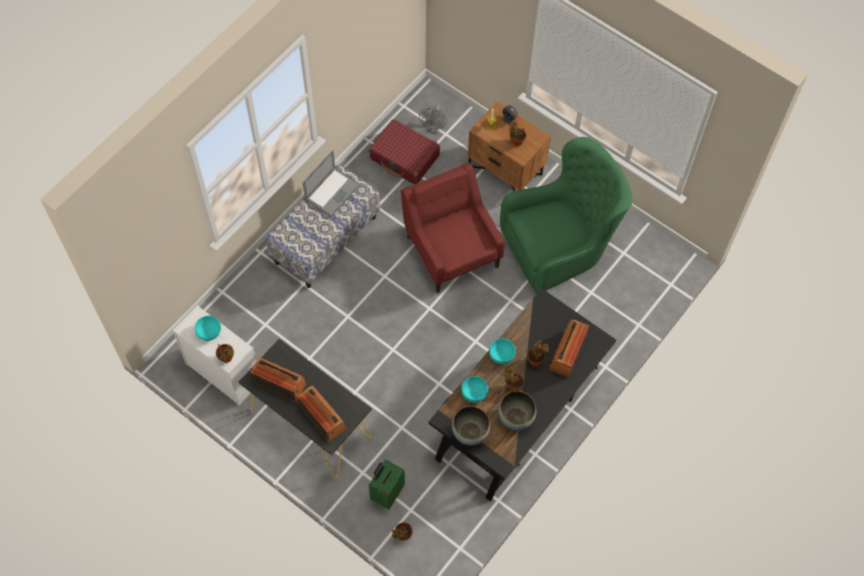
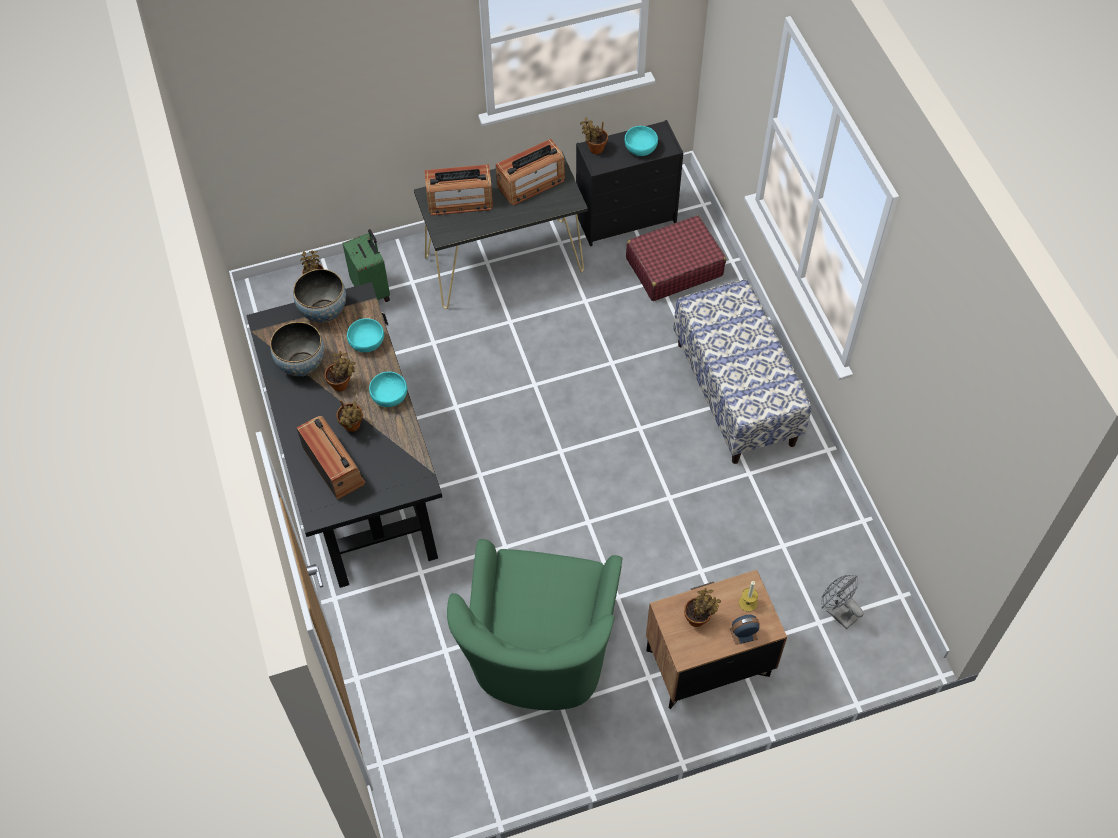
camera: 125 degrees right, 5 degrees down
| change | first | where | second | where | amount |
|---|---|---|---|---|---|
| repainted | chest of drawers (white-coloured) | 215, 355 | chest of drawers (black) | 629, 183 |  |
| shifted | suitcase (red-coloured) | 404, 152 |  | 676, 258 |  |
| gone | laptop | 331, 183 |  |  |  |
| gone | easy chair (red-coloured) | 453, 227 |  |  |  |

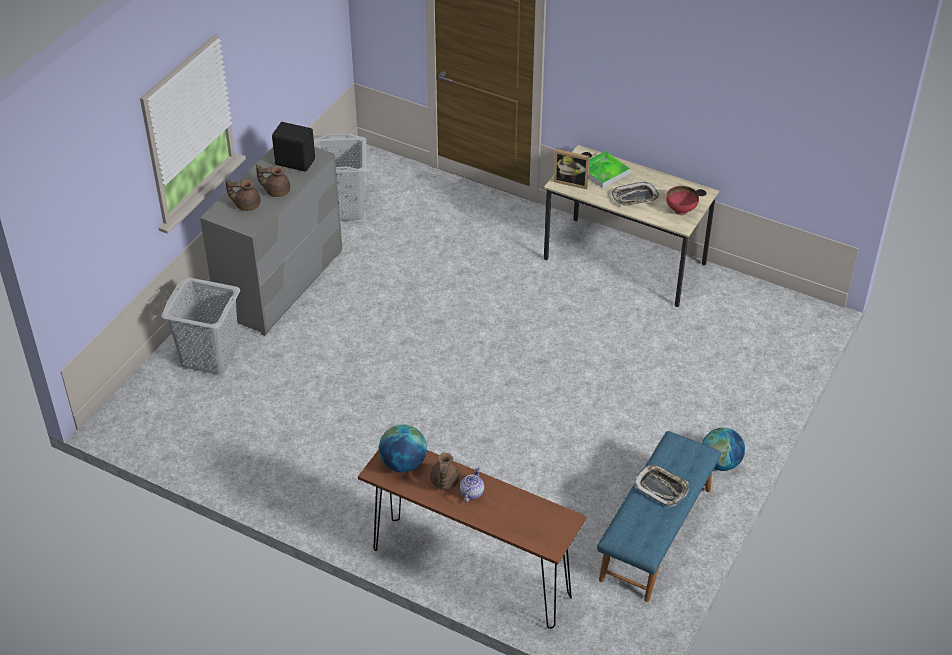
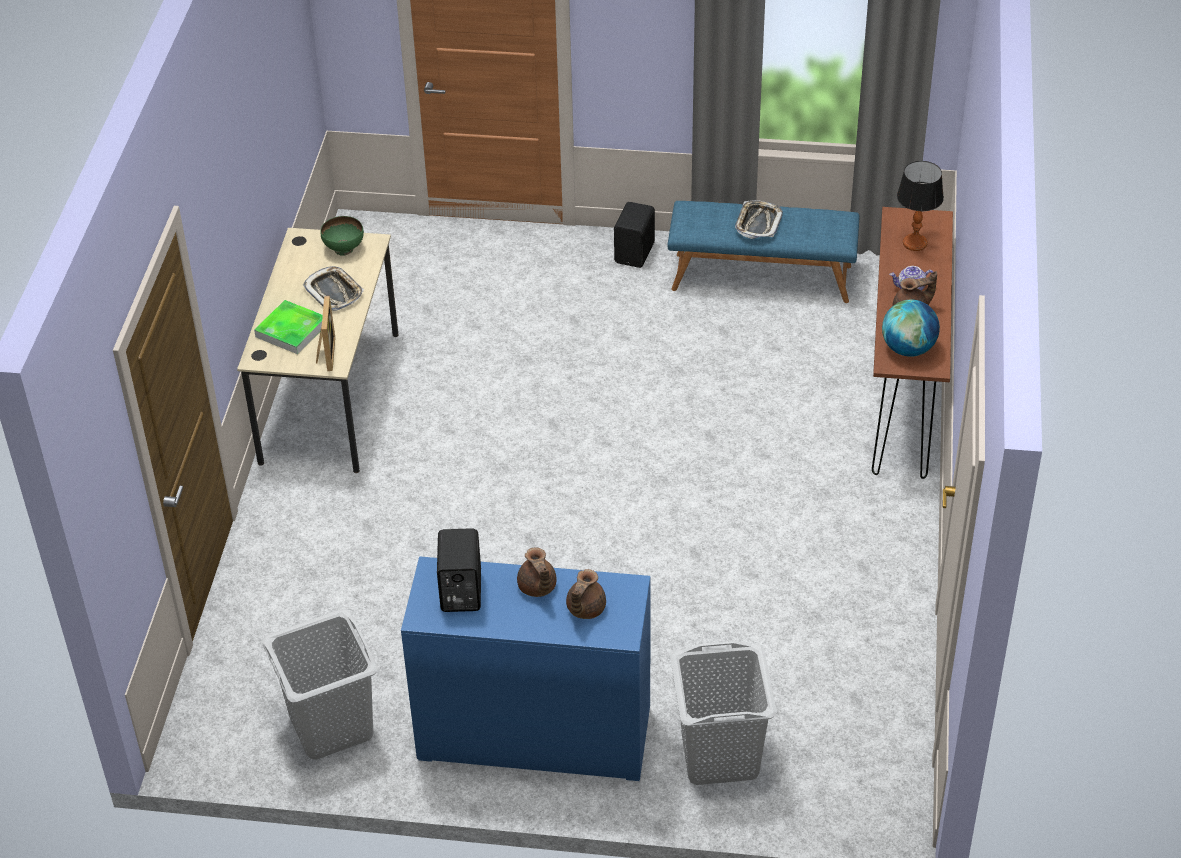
camera: 110 degrees left, 0 degrees up
| change | first | where | second | where | amount |
|---|---|---|---|---|---|
| repainted | bowl (red-coloured) | 682, 200 | bowl (green) | 342, 236 |  |
| repainted | chest of drawers (grey) | 271, 241 | chest of drawers (bluish) | 525, 668 |  |
| rotated | pot for tea (brown) | 242, 195 |  | 586, 594 | 45 degrees clockwise |
| swapped | world globe | 723, 449 | loudspeaker (black) | 634, 235 |  |
| new |  |  | lamp for a table | 920, 206 |  |

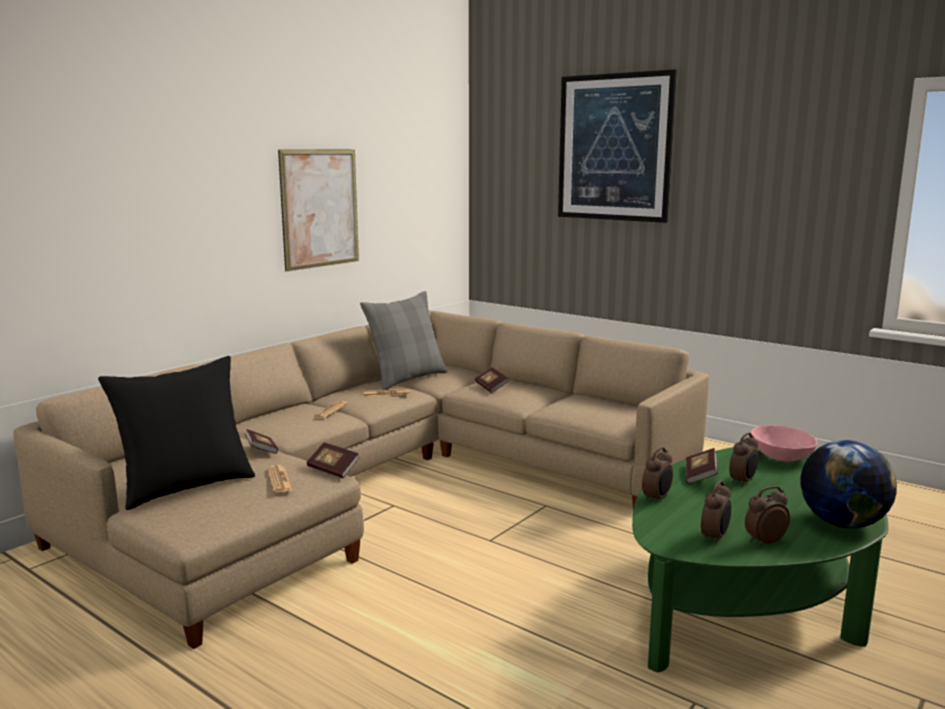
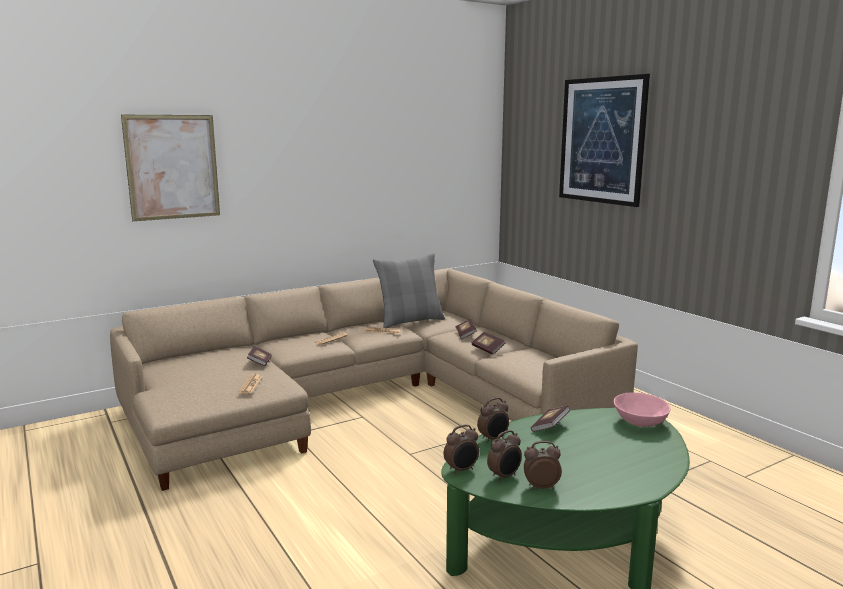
camera: 20 degrees right, 0 degrees up
| change | first | where | second | where | amount |
|---|---|---|---|---|---|
| shifted | picture | 318, 210 |  | 170, 168 |  |
| shifted | alarm clock | 744, 459 |  | 461, 449 |  |
| shifted | bound book | 333, 460 |  | 488, 343 |  |
| gone | pillow (black) | 176, 433 |  |  |  |
| gone | world globe | 848, 484 |  |  |  |

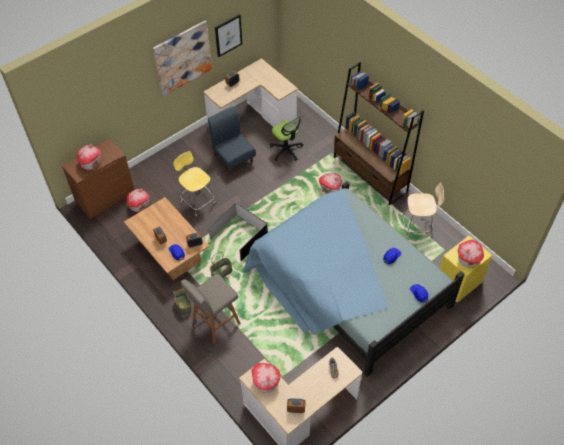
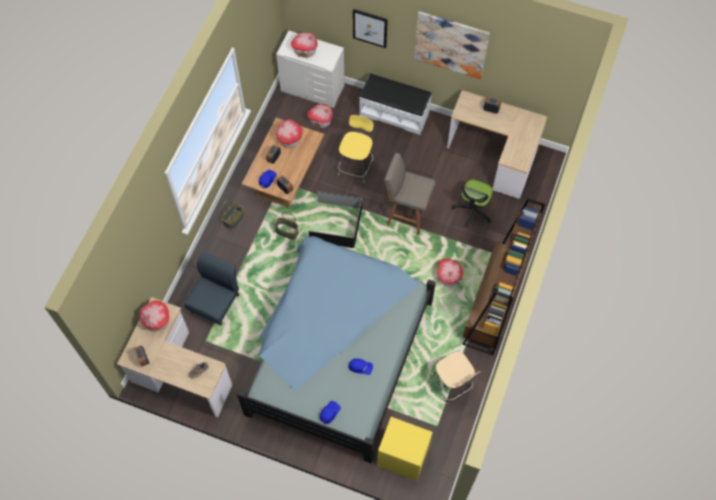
camera: 60 degrees right, 10 degrees up
| change | first | where | second | where | amount |
|---|---|---|---|---|---|
| shifted | chair (bluish) | 232, 140 |  | 211, 288 |  |
| repainted | chest of drawers (brown) | 98, 179 | chest of drawers (white-coloured) | 310, 69 |  |
| shifted | toy house | 470, 254 |  | 289, 133 |  |
| shifted | picture | 228, 35 |  | 370, 28 |  |
| new |  |  | indoor bench (white-coloured) | 395, 104 |  |
| shifted | sitting stool (grey) | 210, 308 |  | 410, 194 |  |

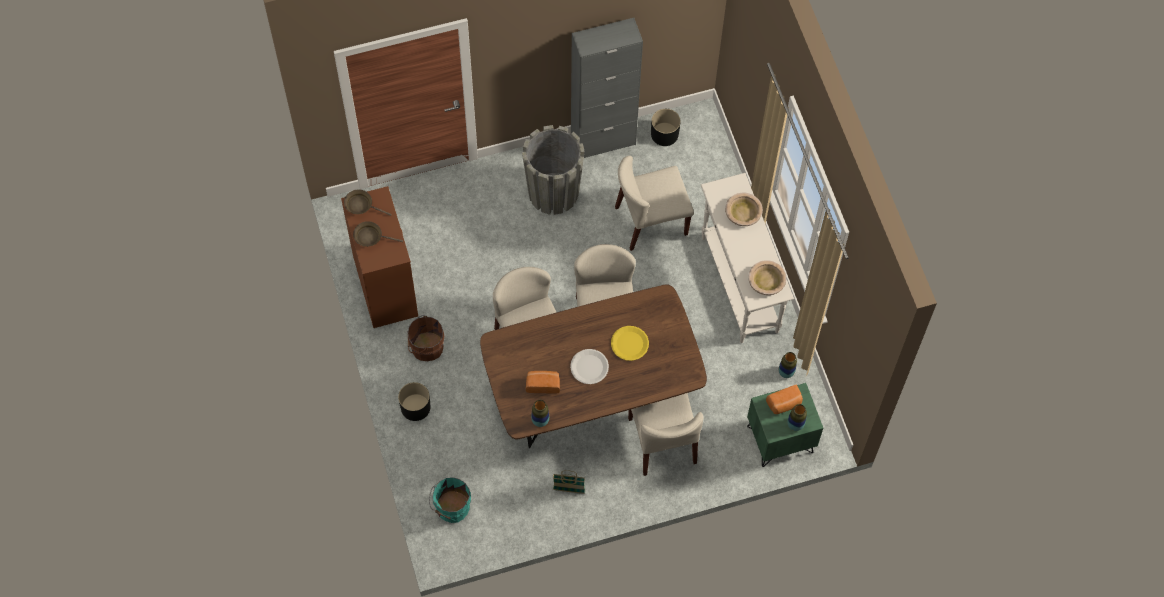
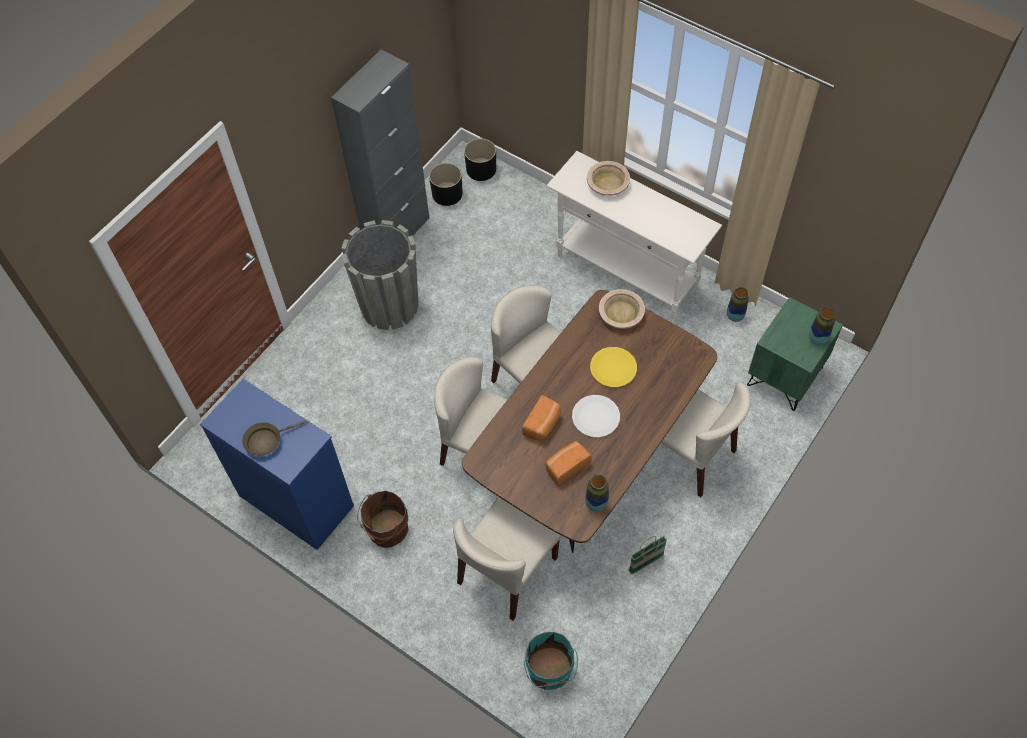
camera: 35 degrees left, 5 degrees down
| change | first | where | second | where | amount |
|---|---|---|---|---|---|
| repainted | chest of drawers (brown) | 379, 257 | chest of drawers (bluish) | 277, 464 |  |
| shifted | chair (beige) | 654, 203 |  | 507, 558 |  |
| shifted | planter (black) | 414, 401 |  | 480, 159 |  |
| shifted | bakery bread | 784, 399 |  | 541, 418 |  |
| shifted | bowl (beige) | 767, 277 |  | 622, 309 |  |
| gone | frying pan (brown) | 368, 203 |  |  |  |

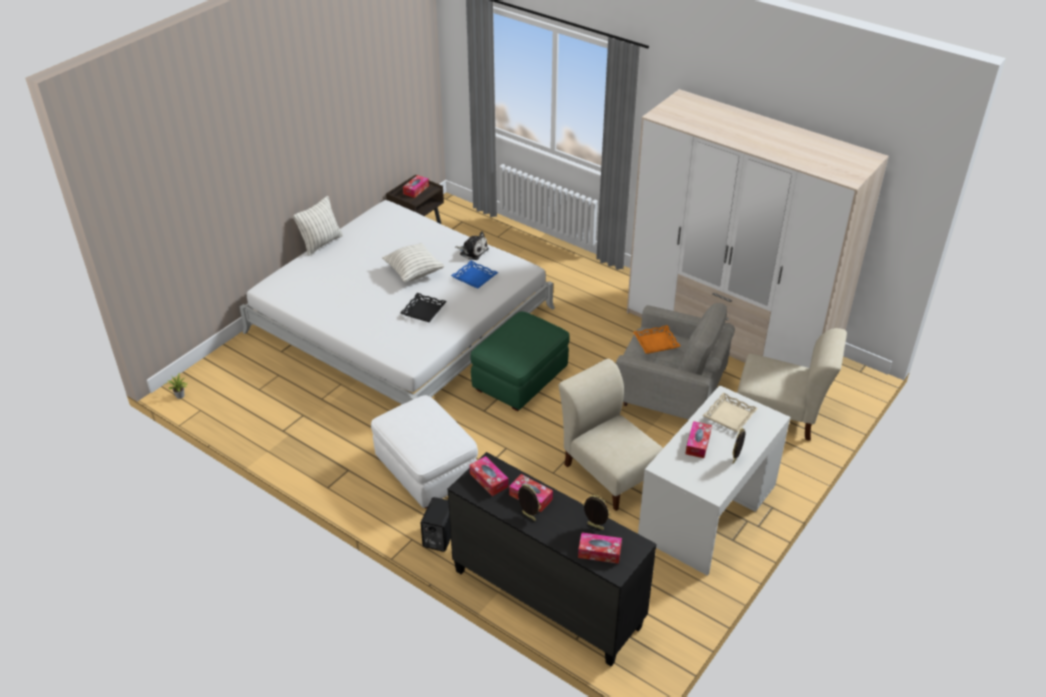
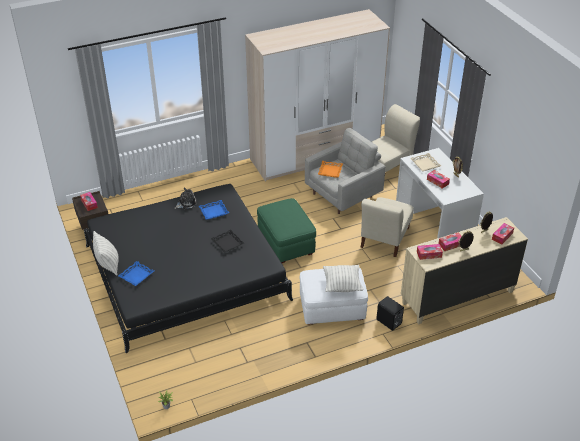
camera: 60 degrees left, 0 degrees up
| change | first | where | second | where | amount |
|---|---|---|---|---|---|
| repainted | bedroom bed (white-coloured) | 397, 302 | bedroom bed (black) | 188, 268 |  |
| new |  |  | carrying tray (bluish) | 136, 273 |  |
| shifted | pillow | 413, 262 |  | 343, 278 |  |
| rotated | chair (beige) | 610, 435 |  | 387, 227 | 60 degrees counterclockwise |
| repainted | chest of drawers (black) | 552, 559 | chest of drawers (beige) | 464, 270 |  |

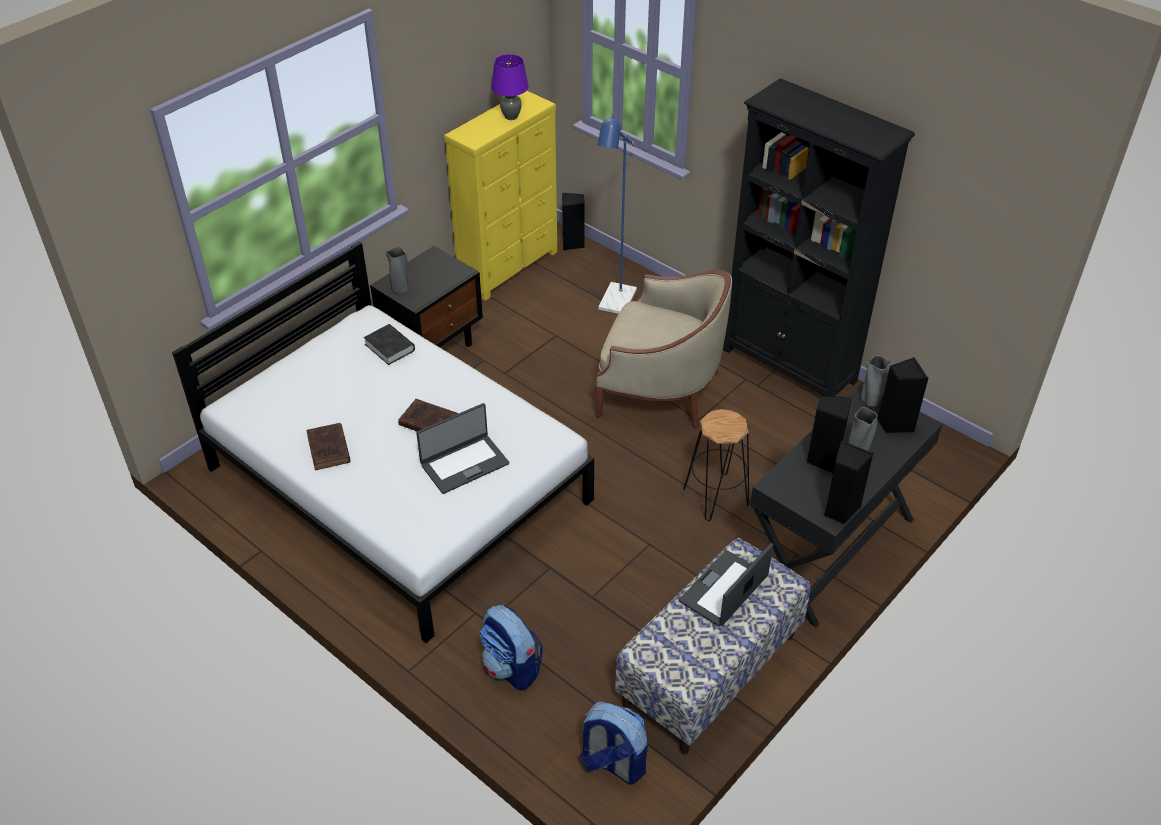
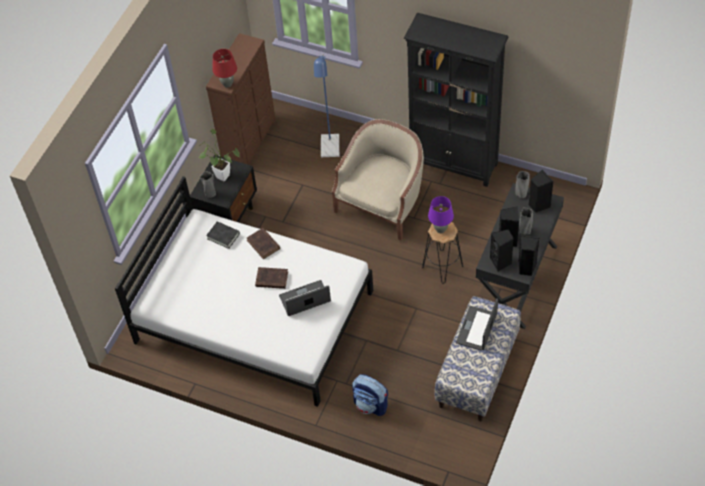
camera: 15 degrees left, 10 degrees up
| change | first | where | second | where | amount |
|---|---|---|---|---|---|
| new |  |  | plant in a pot | 219, 155 |  |
| repainted | chest of drawers (yellowish) | 500, 196 | chest of drawers (brown) | 241, 99 |  |
| new |  |  | lamp for a table (red-coloured) | 224, 68 |  |
| shifted | bound book (brown) | 328, 446 |  | 263, 243 |  |
| rotated | laptop | 462, 448 |  | 305, 298 | 150 degrees counterclockwise |
| rotated | easy chair (beige) | 663, 349 |  | 378, 180 | 60 degrees counterclockwise |
| shifted | lamp for a table (purple) | 509, 87 |  | 441, 214 |  |
| shifted | loudspeaker (black) | 573, 222 |  | 502, 250 |  |
| gone | knapsack | 614, 743 |  |  |  |

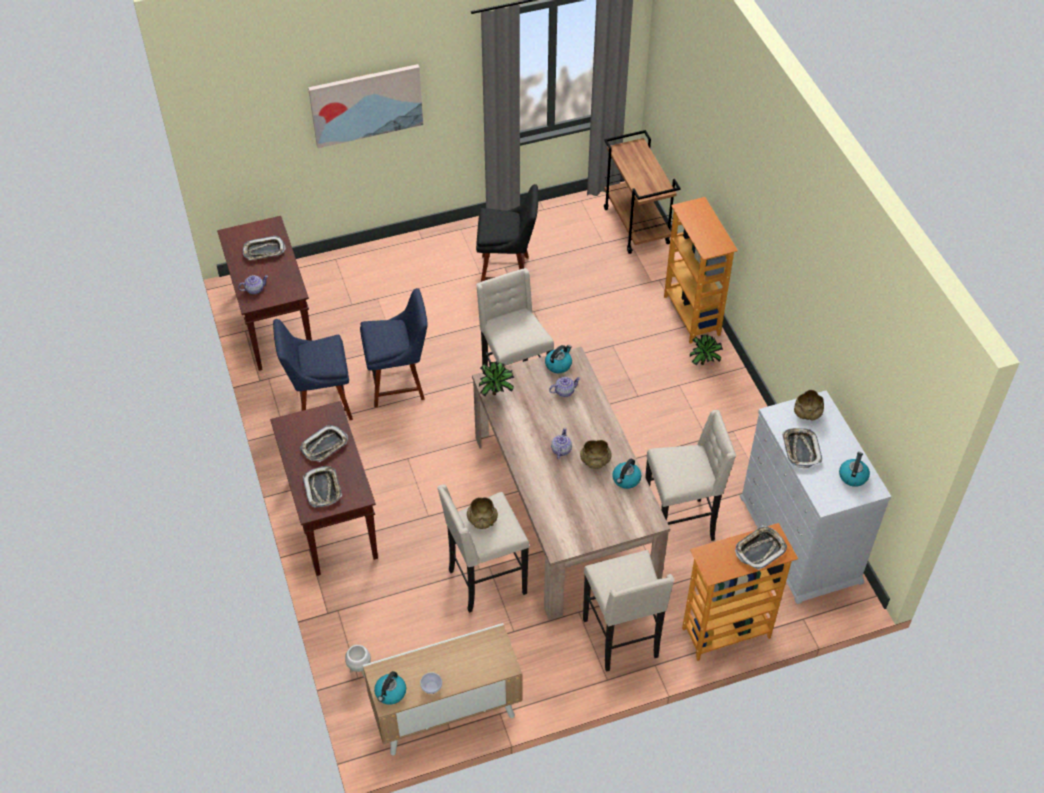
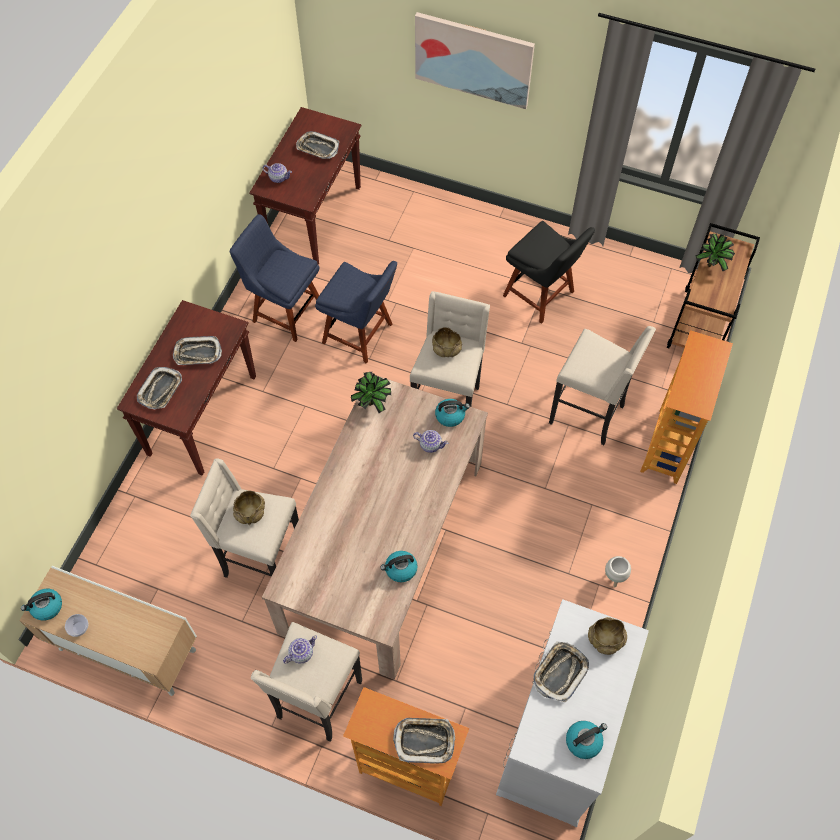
camera: 40 degrees right, 10 degrees up
| change | first | where | second | where | amount |
|---|---|---|---|---|---|
| shifted | pot for tea | 561, 443 |  | 300, 649 |  |
| shifted | bowl (beige) | 595, 454 |  | 447, 342 |  |
| shifted | sitting stool (beige) | 690, 475 |  | 602, 385 |  |
| shifted | planter (white-coloured) | 358, 661 |  | 618, 571 |  |
| shifted | plant in a pot | 706, 350 |  | 715, 252 |  |

